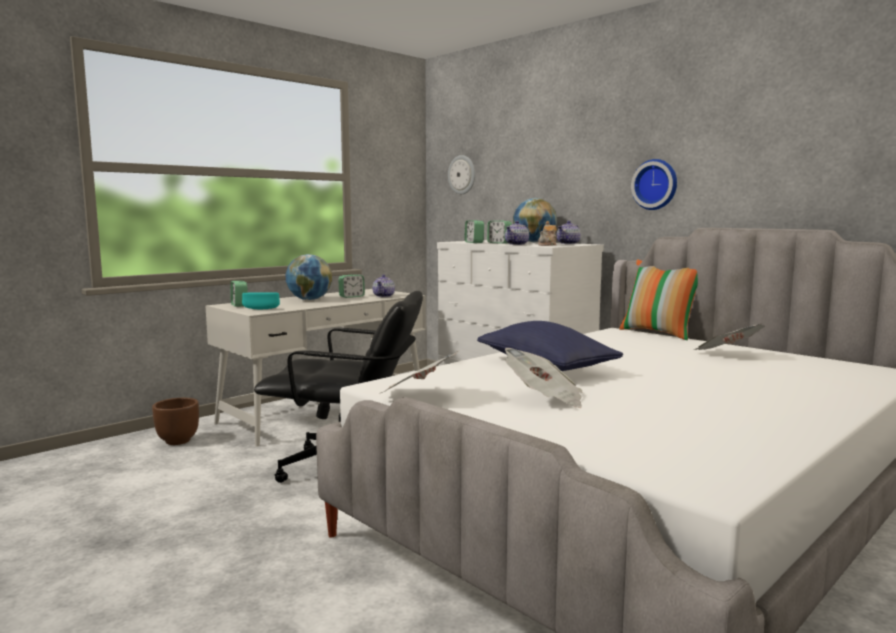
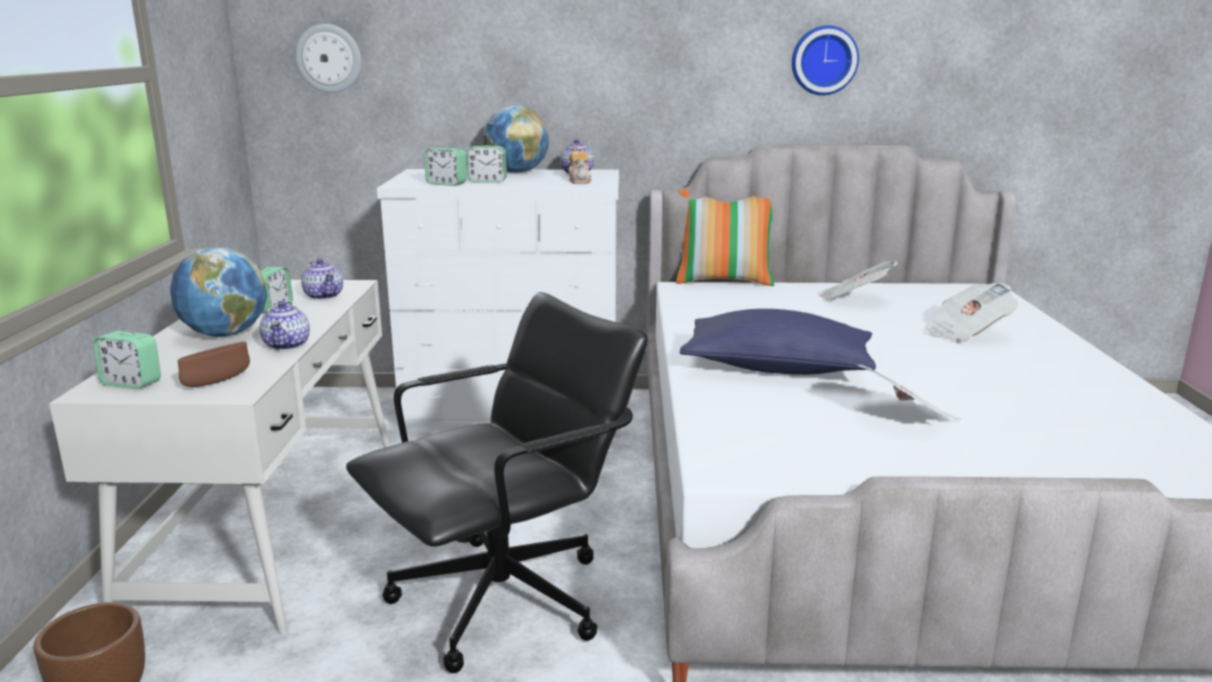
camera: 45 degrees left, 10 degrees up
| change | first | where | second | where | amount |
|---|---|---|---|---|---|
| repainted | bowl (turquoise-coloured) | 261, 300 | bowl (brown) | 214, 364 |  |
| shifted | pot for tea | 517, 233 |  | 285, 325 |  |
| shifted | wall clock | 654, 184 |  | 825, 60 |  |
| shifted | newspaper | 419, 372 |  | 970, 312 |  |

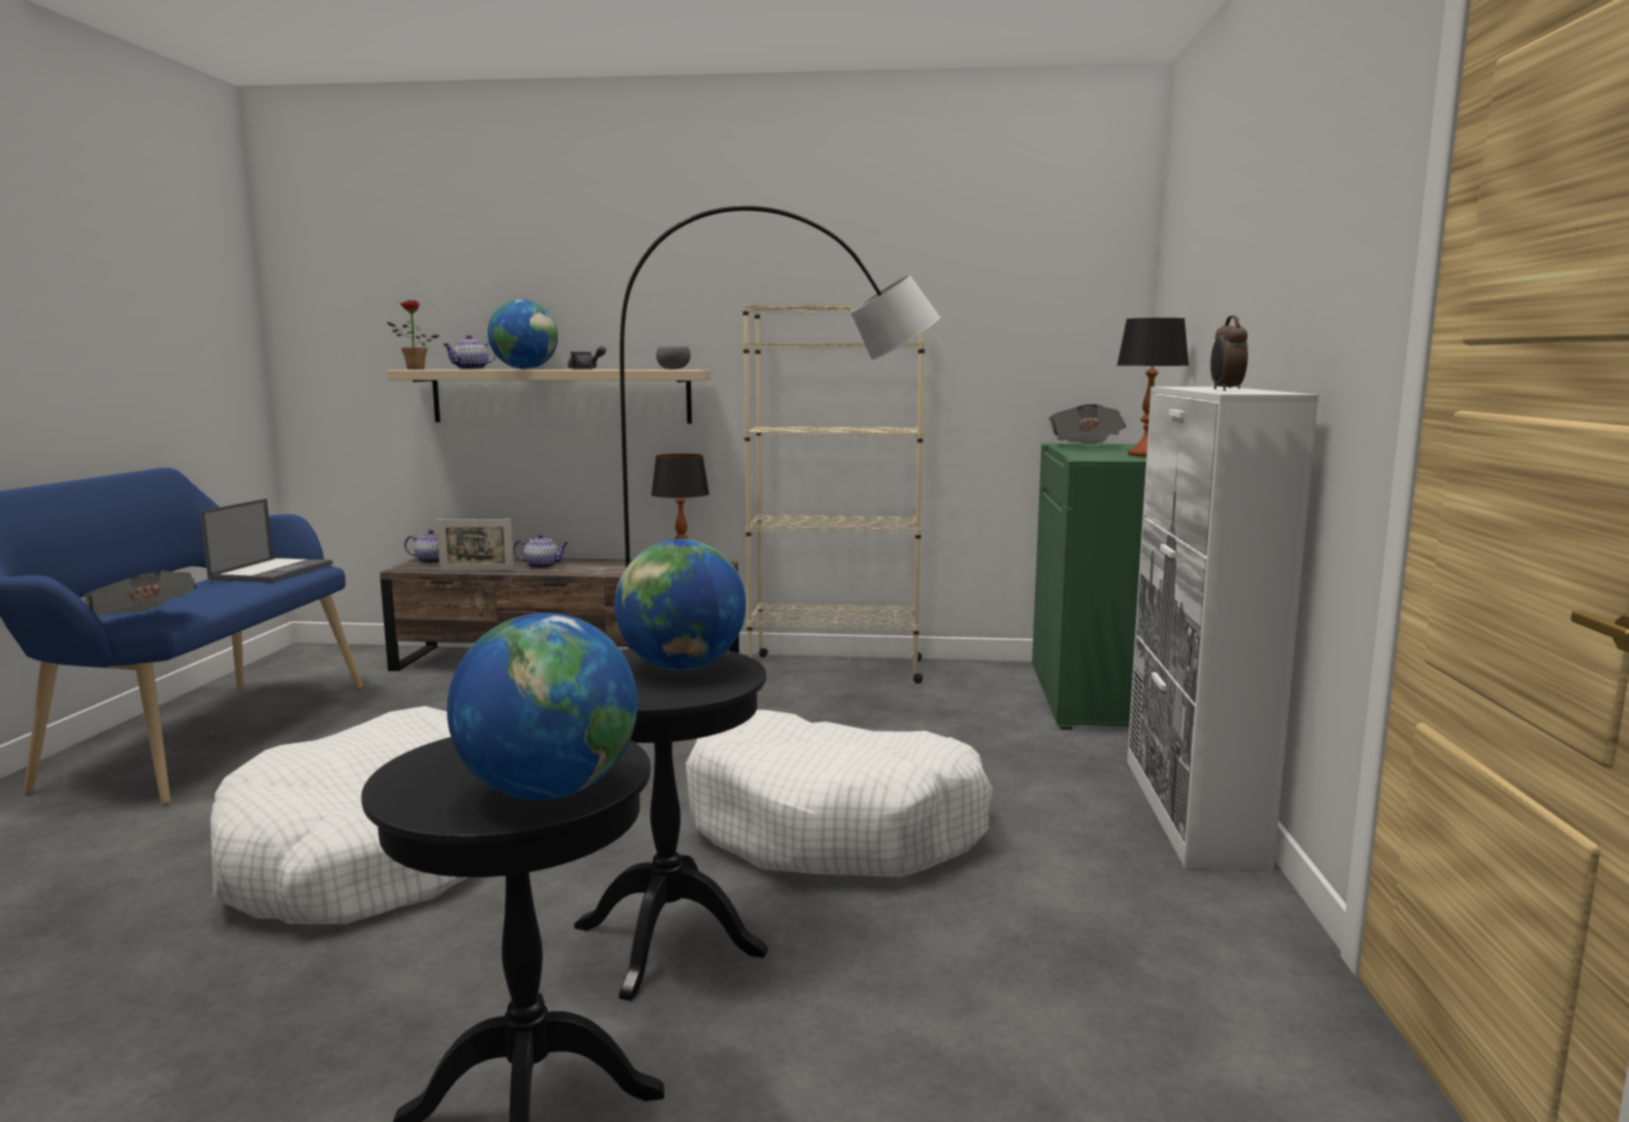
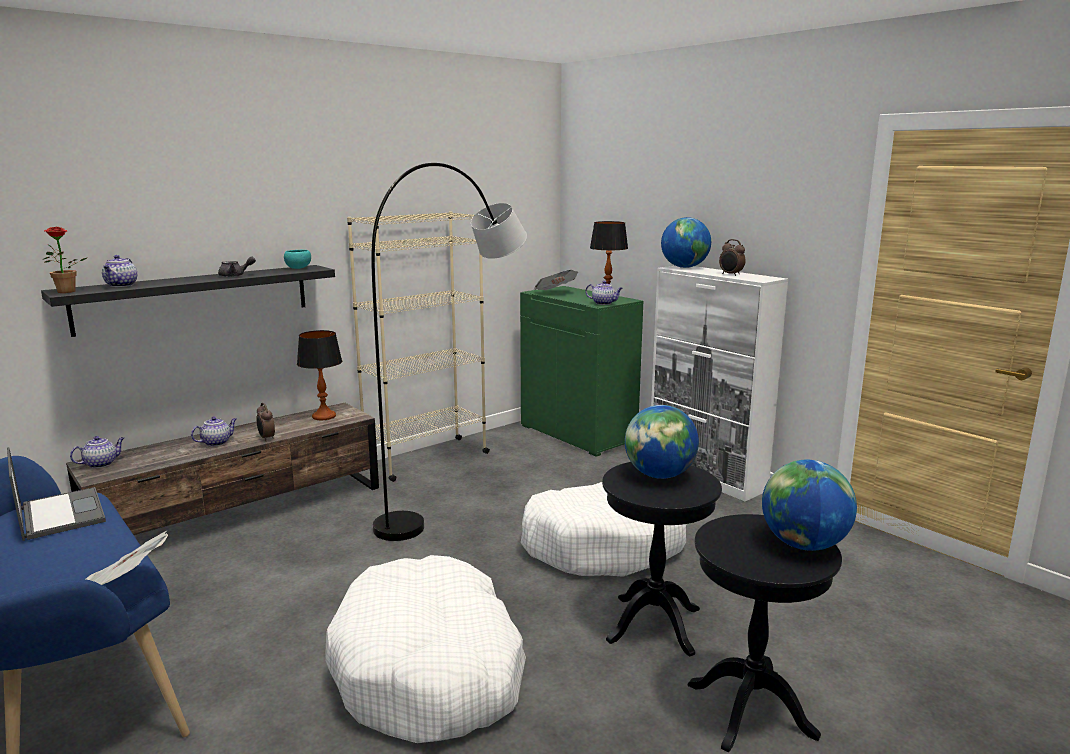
camera: 45 degrees left, 5 degrees up
| change | first | where | second | where | amount |
|---|---|---|---|---|---|
| repainted | wall shelf (beige) | 549, 396 | wall shelf (black) | 188, 301 |  |
| new |  |  | alarm clock | 265, 422 |  |
| repainted | bowl (grey) | 673, 357 | bowl (turquoise-coloured) | 297, 259 |  |
| new |  |  | pot for tea | 604, 293 |  |
| shifted | world globe | 523, 334 |  | 686, 242 |  |
| gone | picture frame | 475, 545 |  |  |  |

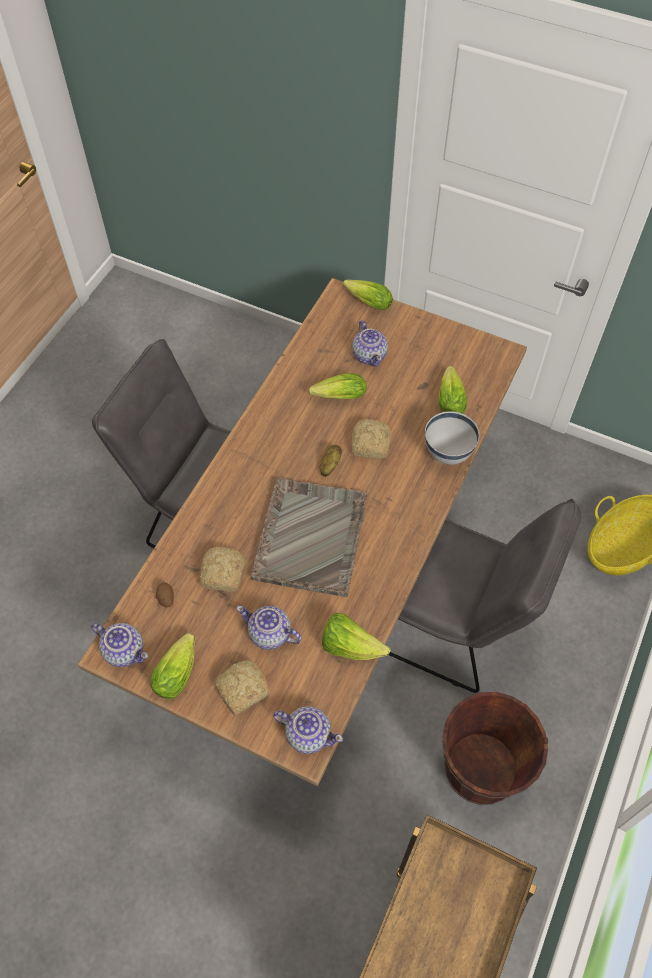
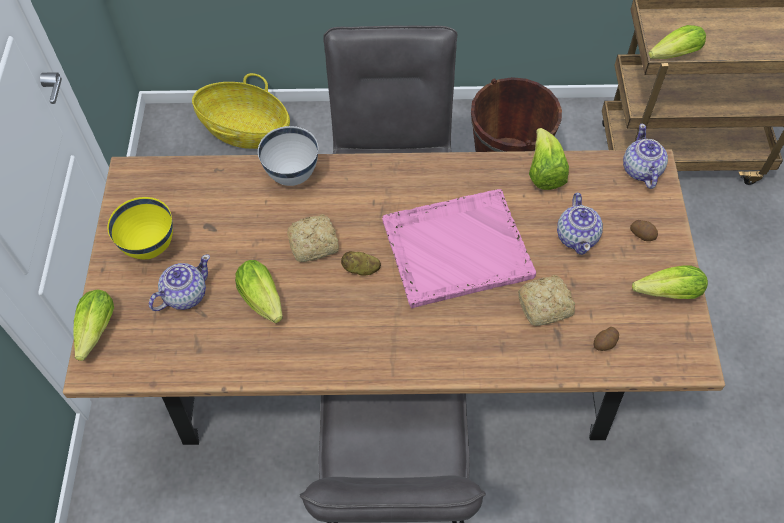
camera: 115 degrees left, 0 degrees up
| change | first | where | second | where | amount |
|---|---|---|---|---|---|
| new |  |  | bowl (yellowish) | 140, 228 |  |
| repainted | carrying tray (grey) | 309, 537 | carrying tray (pink) | 459, 249 |  |
| swapped | bakery bread | 242, 687 | spud | 644, 230 |  |
| shifted | lettuce | 452, 390 |  | 677, 42 |  |
| gone | pot for tea | 119, 645 |  |  |  |

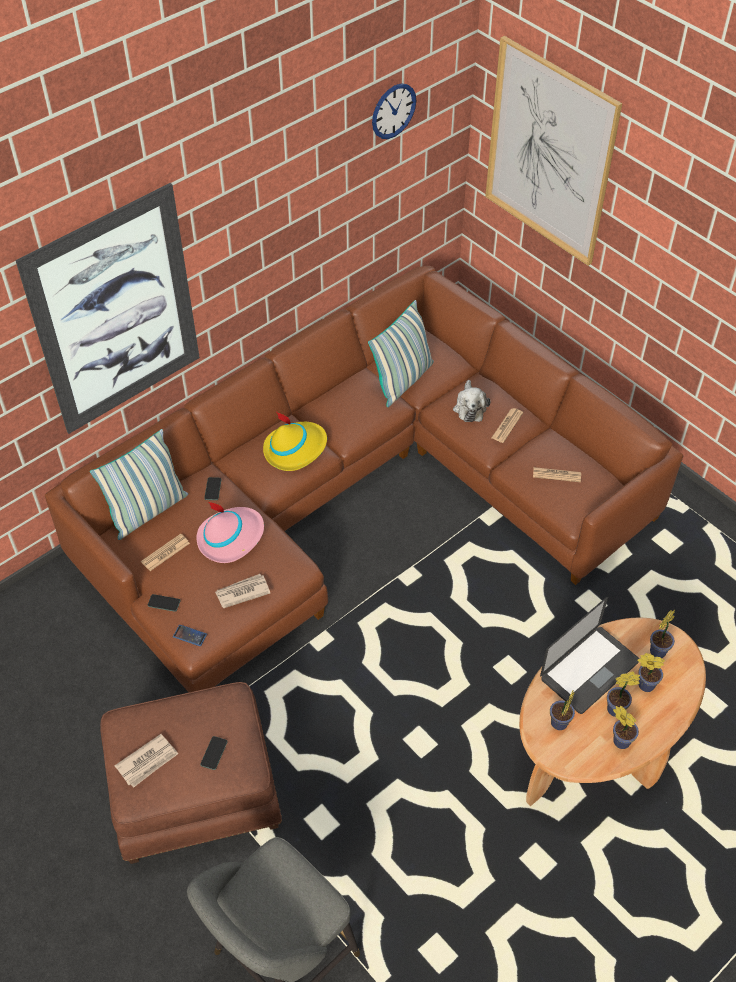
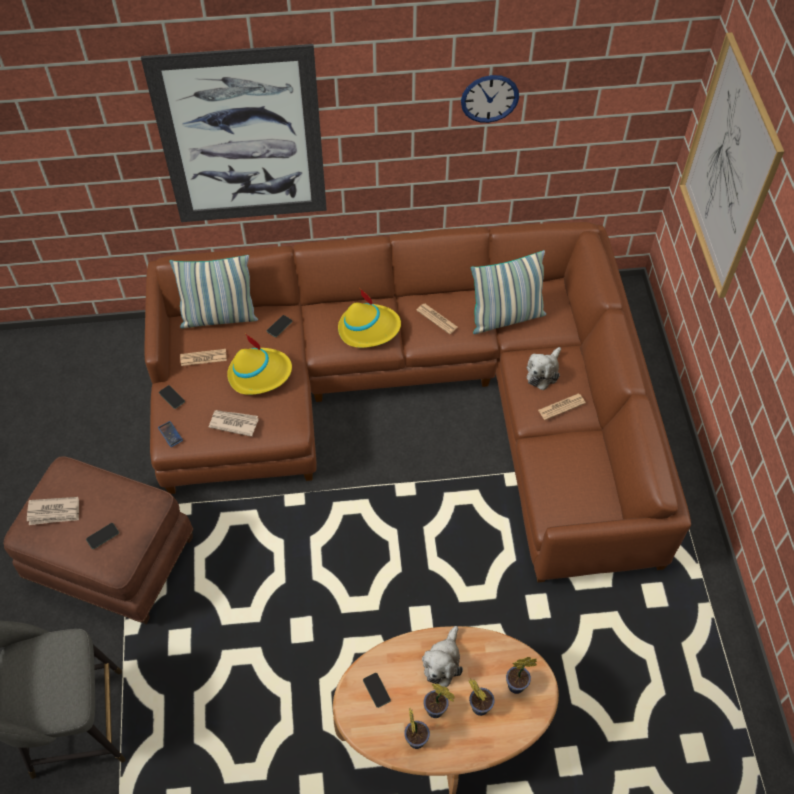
camera: 35 degrees right, 5 degrees up
| change | first | where | second | where | amount |
|---|---|---|---|---|---|
| repainted | clothing hat (pink) | 230, 532 | clothing hat (yellowish) | 259, 364 |  |
| swapped | plant in a pot | 562, 709 | handset | 377, 690 |  |
| shifted | newspaper | 557, 474 |  | 437, 319 |  |
| swapped | laptop | 589, 655 | soft toy | 442, 656 |  |
| shifted | wall clock | 394, 111 |  | 490, 99 |  |

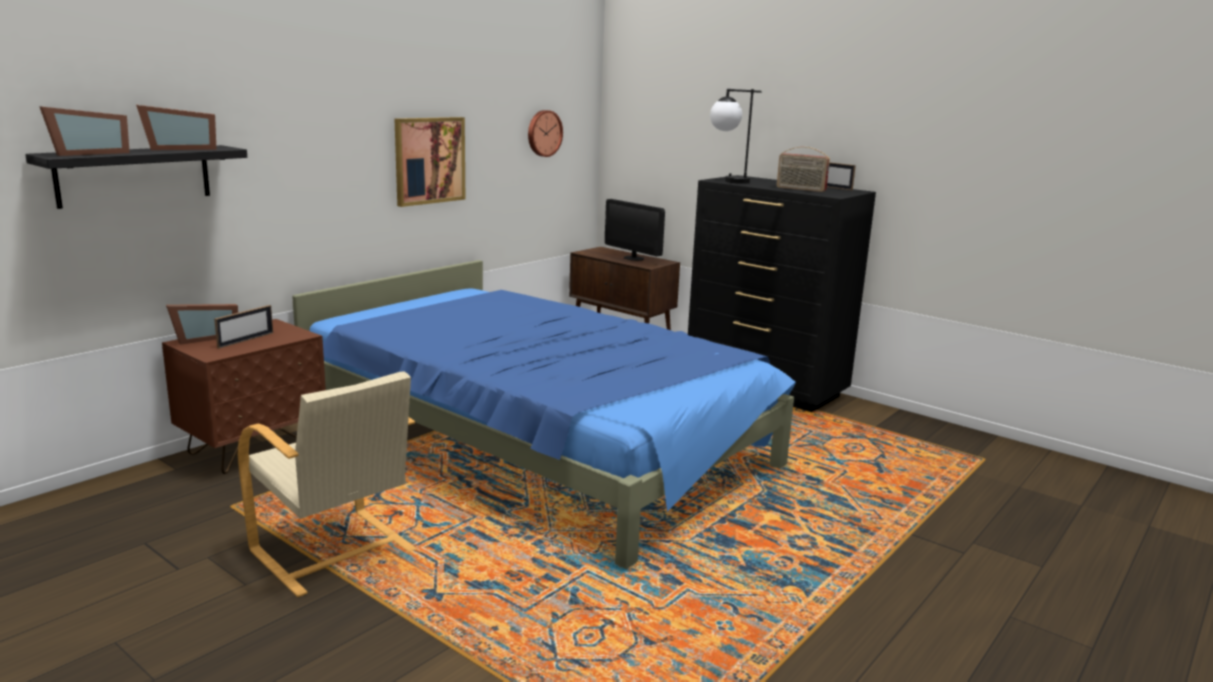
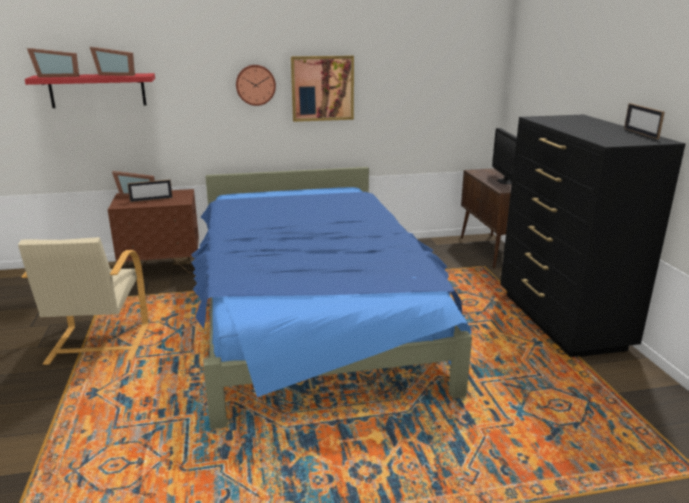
camera: 40 degrees right, 5 degrees up
| change | first | where | second | where | amount |
|---|---|---|---|---|---|
| repainted | wall shelf (black) | 136, 177 | wall shelf (red-coloured) | 90, 90 |  |
| shifted | wall clock | 545, 133 |  | 256, 85 |  |
| gone | lamp for a table | 736, 136 |  |  |  |
| gone | radio set | 803, 169 |  |  |  |

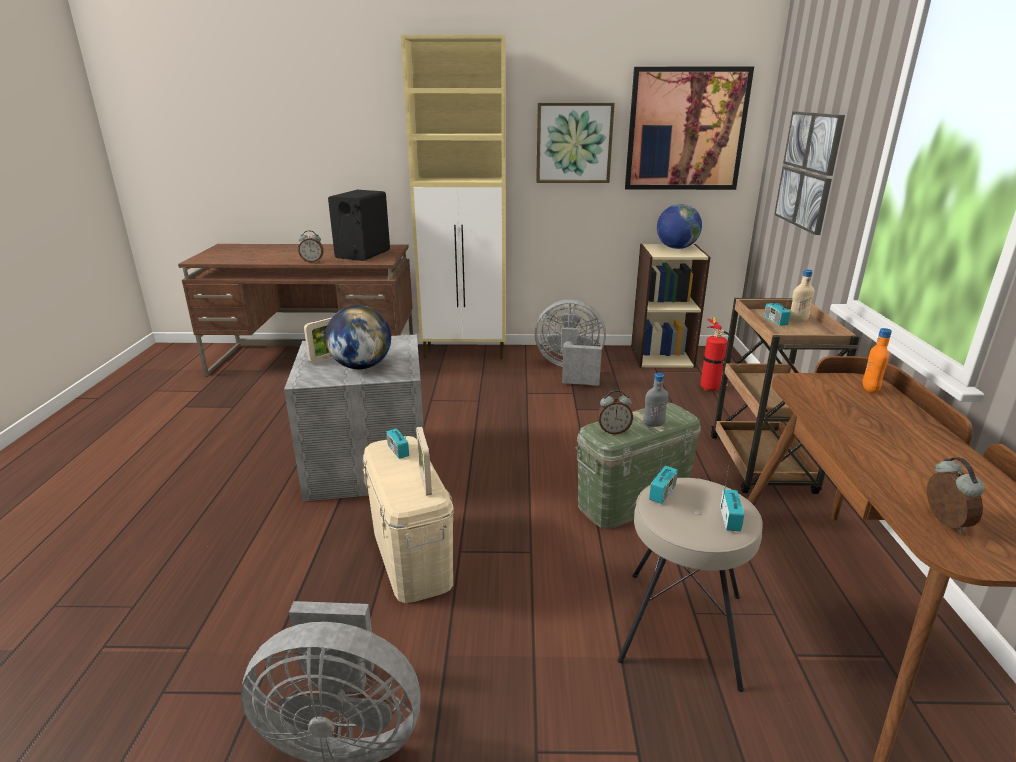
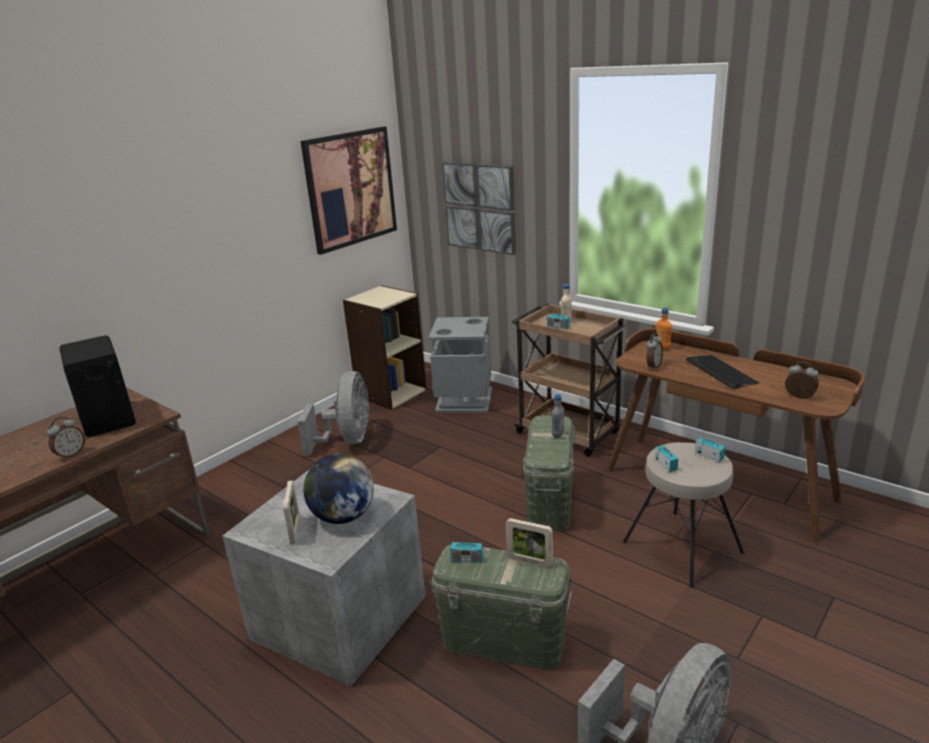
camera: 50 degrees left, 0 degrees up
| change | first | where | second | where | amount |
|---|---|---|---|---|---|
| rotated | fan (grey) | 570, 342 |  | 333, 413 | 135 degrees clockwise |
| swapped | fire extinguisher | 715, 353 | rubbish bin (grey) | 460, 365 |  |
| repainted | storage container (beige) | 408, 519 | storage container (green) | 501, 607 |  |
| shifted | alarm clock | 615, 412 |  | 654, 351 |  |
| new |  |  | keyboard | 722, 372 |  |
| gone | cabinet (beige) | 453, 197 |  |  |  |
| gone | picture | 575, 143 |  |  |  |
| gone | world globe | 679, 226 |  |  |  |

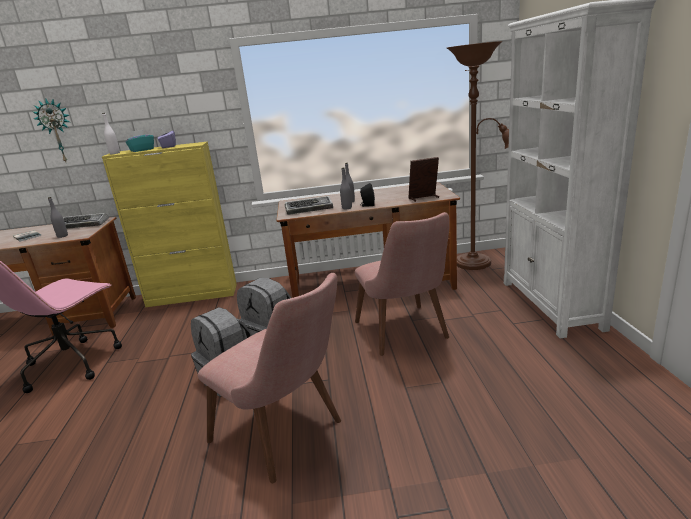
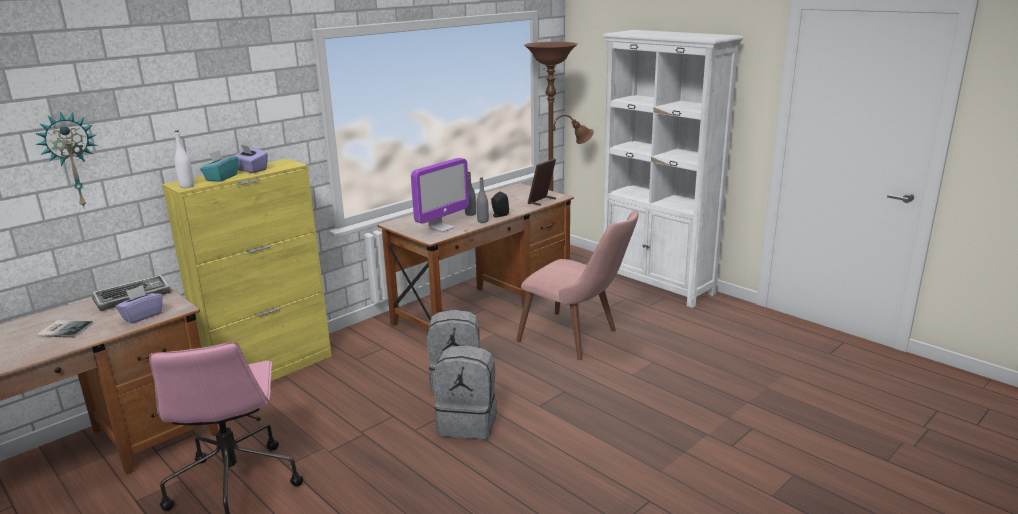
camera: 40 degrees left, 0 degrees up
| change | first | where | second | where | amount |
|---|---|---|---|---|---|
| swapped | beverage bottle (grey) | 58, 217 | box of tissues (purple) | 139, 305 |  |
| swapped | keyboard | 308, 205 | computer screen | 440, 195 |  |
| gone | chair (pink) | 269, 378 |  |  |  |

